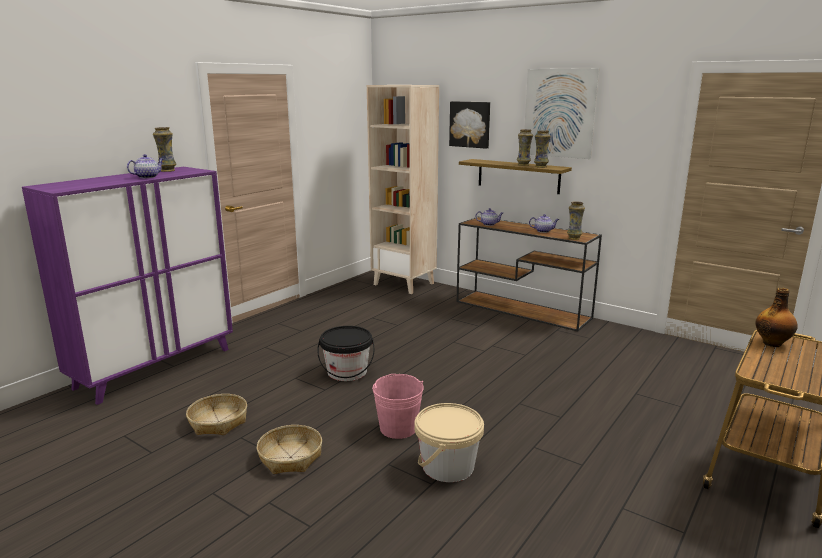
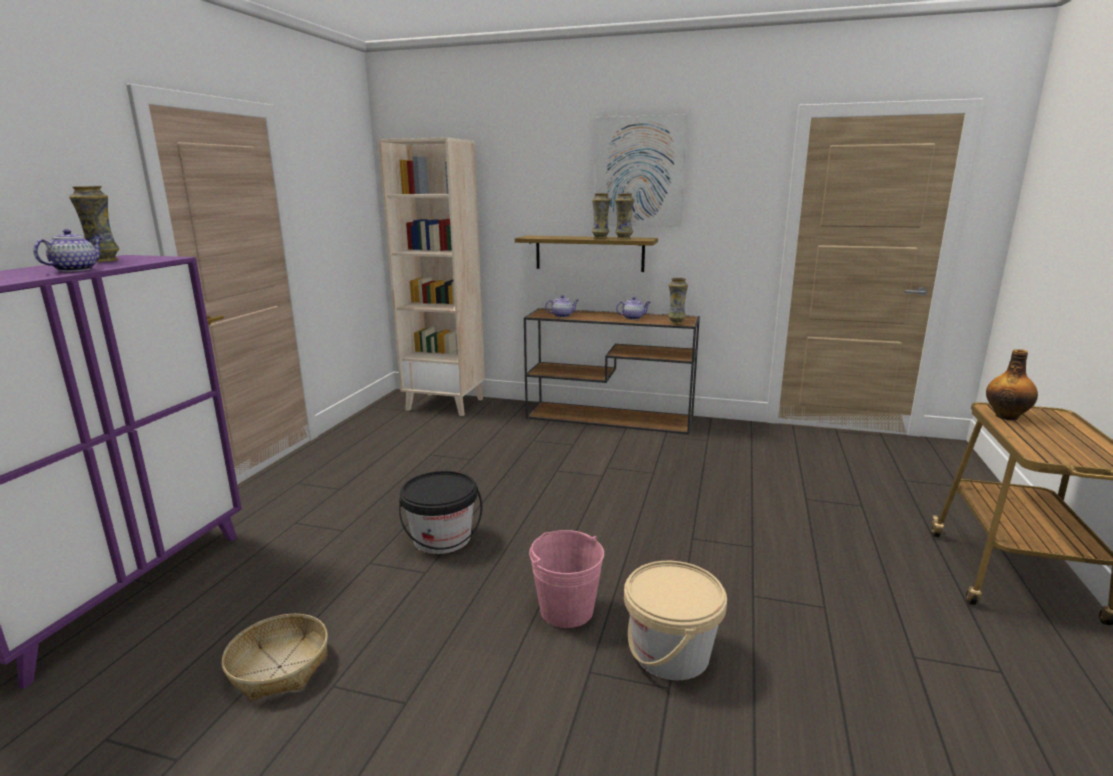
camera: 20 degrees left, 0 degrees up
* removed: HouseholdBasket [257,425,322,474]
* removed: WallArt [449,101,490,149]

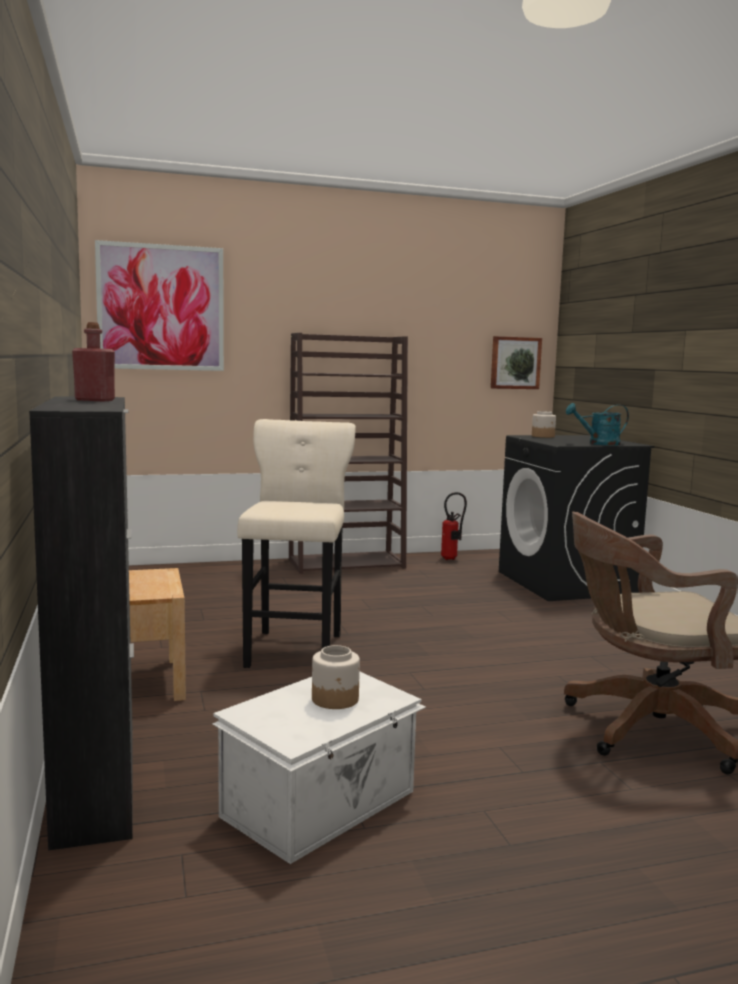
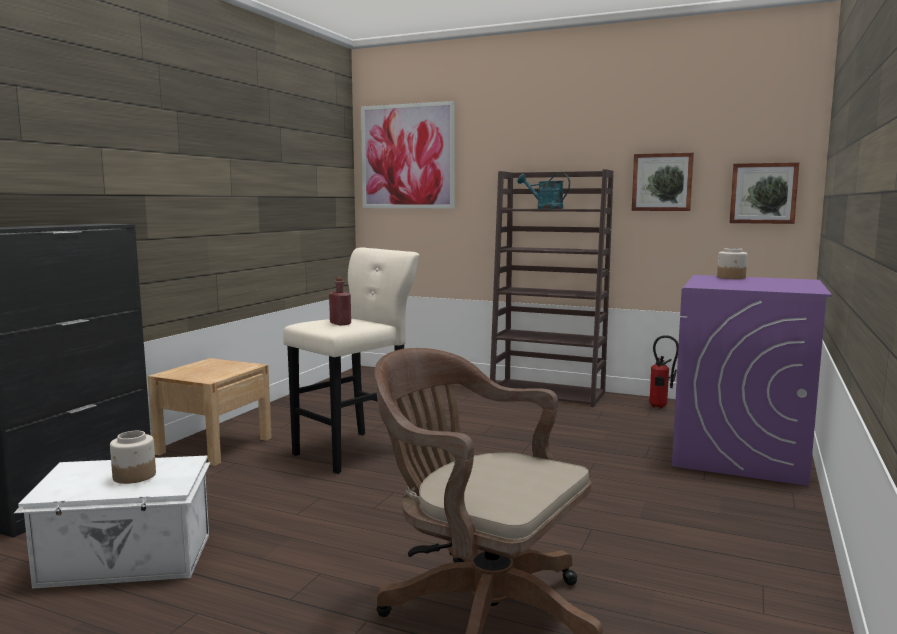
camera: 40 degrees right, 0 degrees up
* moved: RedColouredBottle [72,322,115,401] to [329,277,351,326]
* recoloured: BlackColouredLaundryAppliance [499,435,655,601] to PurpleColouredLaundryAppliance [672,275,832,486]
* moved: TurquoiseWateringPot [566,403,629,446] to [517,173,570,209]
* added: WallArt [632,153,694,211]

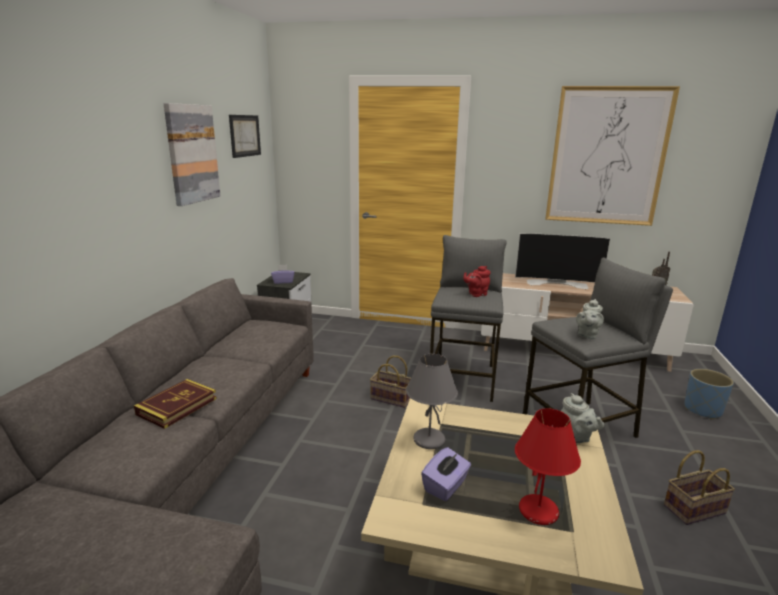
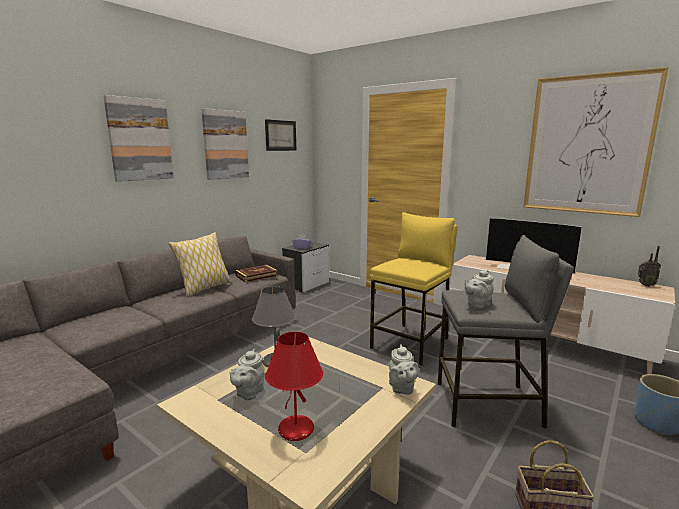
camera: 25 degrees right, 5 degrees down
* moved: BoundBook [134,379,217,429] to [235,265,278,282]
* removed: HouseholdBasket [370,356,411,408]
* replaced: PurpleColouredTissueHolder [421,447,471,501] to GreyPotForTea [229,349,264,400]
* recoloured: GreySittingStool [430,235,507,402] to YellowishSittingStool [370,212,457,366]
* removed: RedColouredPotForTea [463,266,491,297]
* added: WallArt [103,95,174,182]
* added: Pillow [169,232,231,297]

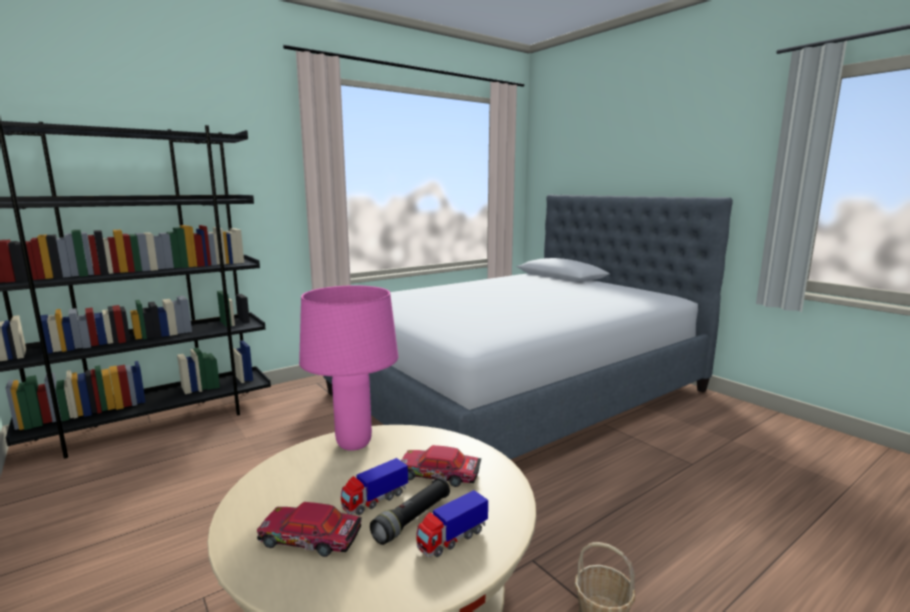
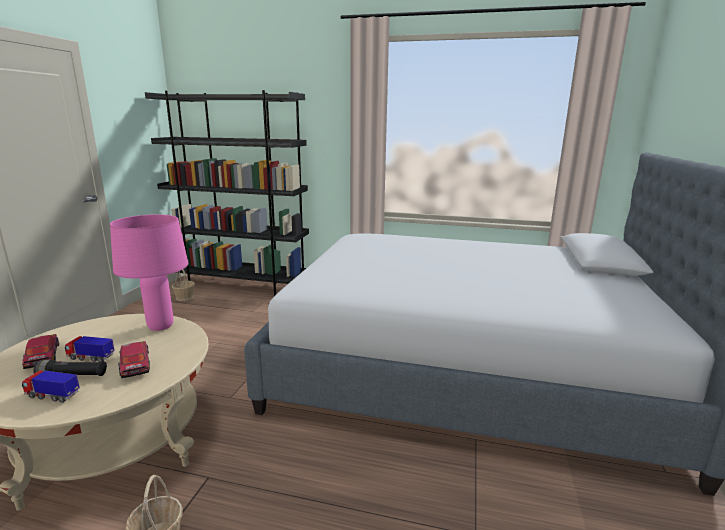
camera: 50 degrees right, 5 degrees up
* added: HouseholdBasket [172,269,195,301]

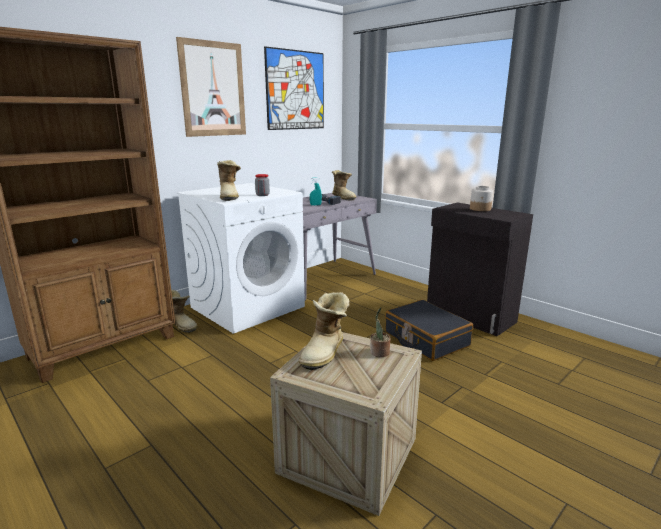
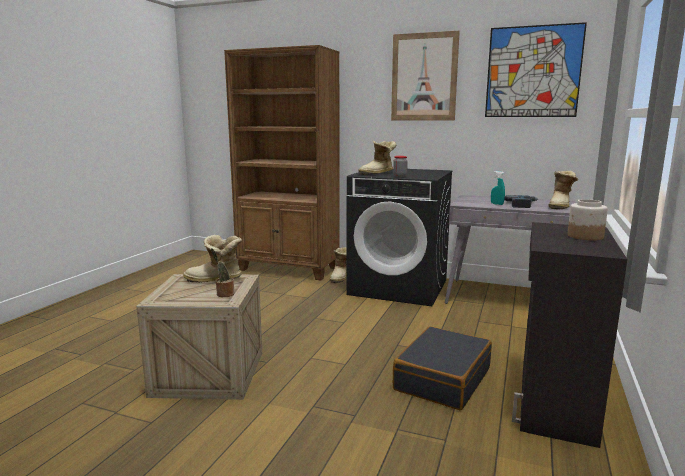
camera: 65 degrees right, 5 degrees down
* recoloured: WhitishLaundryAppliance [177,183,305,334] to BlackColouredLaundryAppliance [346,169,453,306]

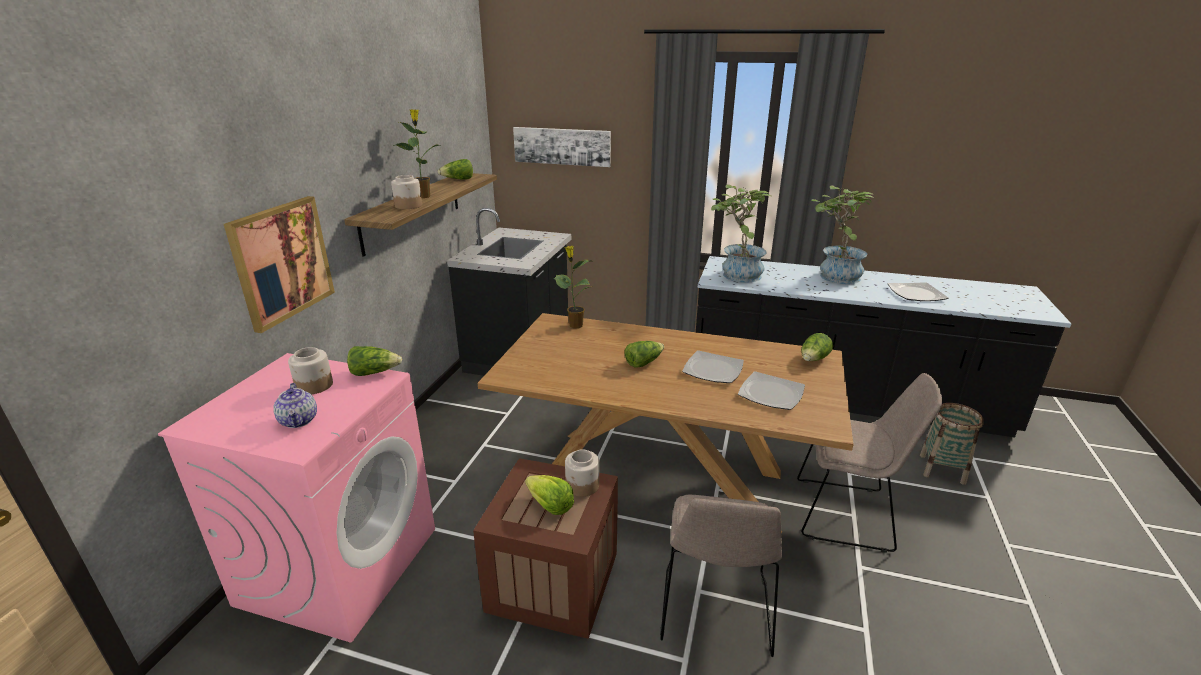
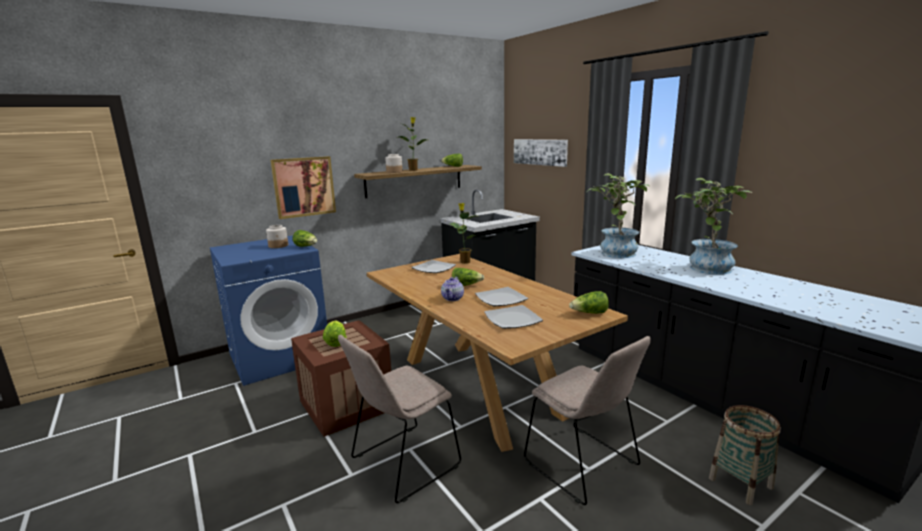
camera: 40 degrees right, 10 degrees down
* recoloured: PinkLaundryAppliance [158,353,435,643] to BluishLaundryAppliance [209,236,327,386]
* moved: PotForTea [273,383,317,428] to [441,277,464,301]
* removed: StorageJar [565,449,599,497]
* moved: FlatDish [887,282,948,301] to [412,260,456,273]

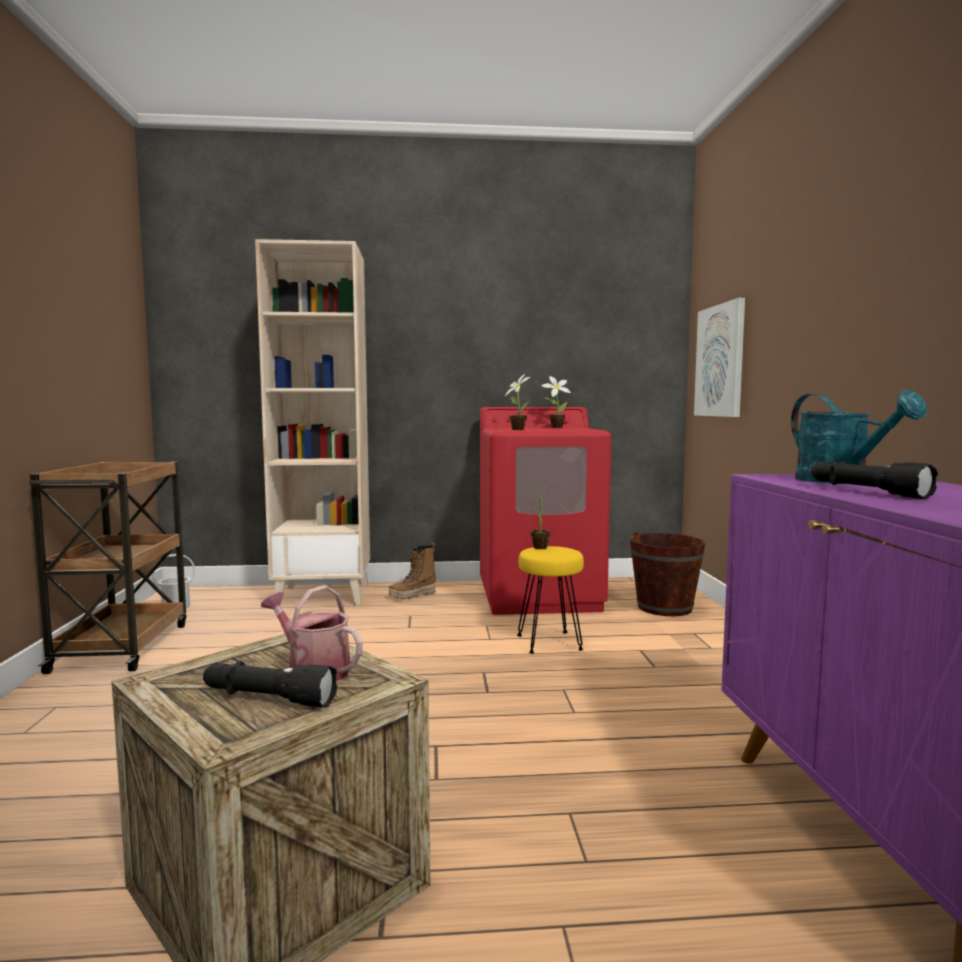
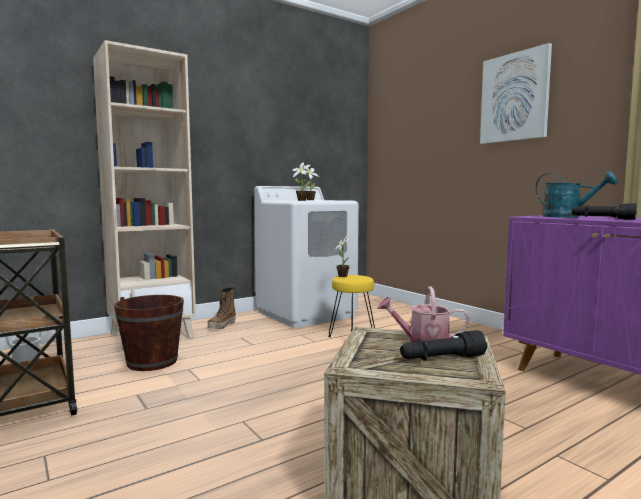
camera: 30 degrees left, 0 degrees up
* recoloured: RedColouredLaundryAppliance [480,407,611,615] to WhitishLaundryAppliance [254,186,359,328]
* moved: BrownishWaterBucket [630,532,706,616] to [114,295,184,371]
* moved: WallArt [694,298,745,417] to [480,43,552,144]

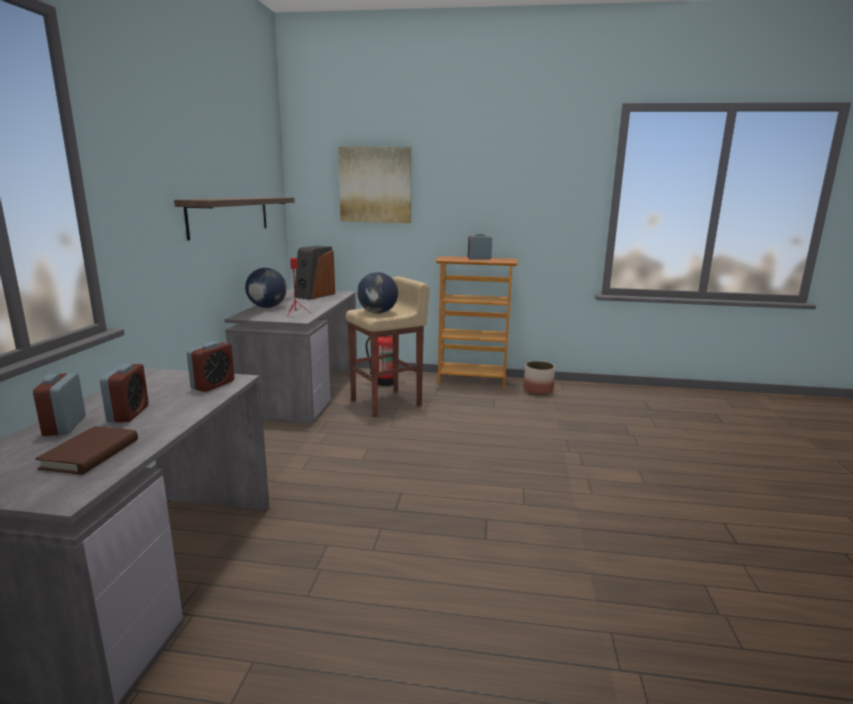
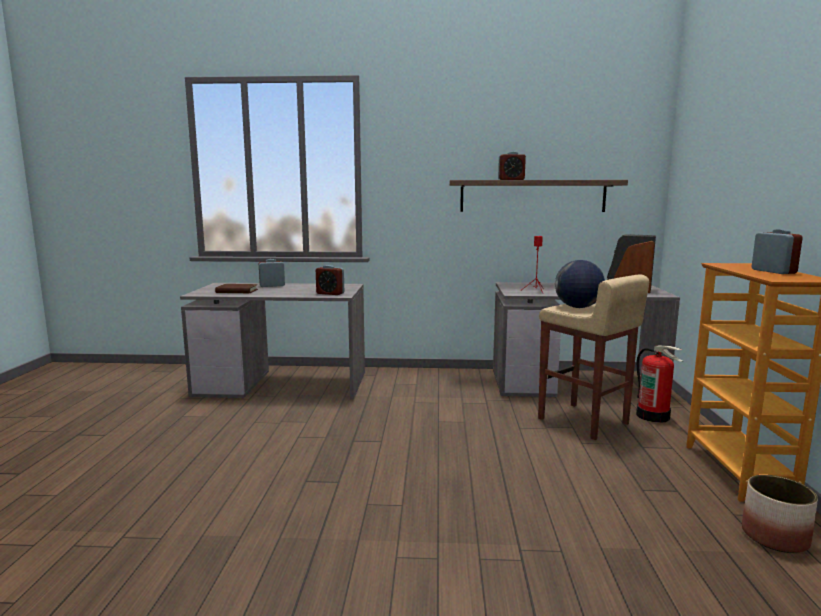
camera: 85 degrees right, 5 degrees down
* moved: TableClock [100,364,149,422] to [498,152,526,180]
* removed: Globe [245,268,287,308]
* removed: WallArt [338,146,411,223]

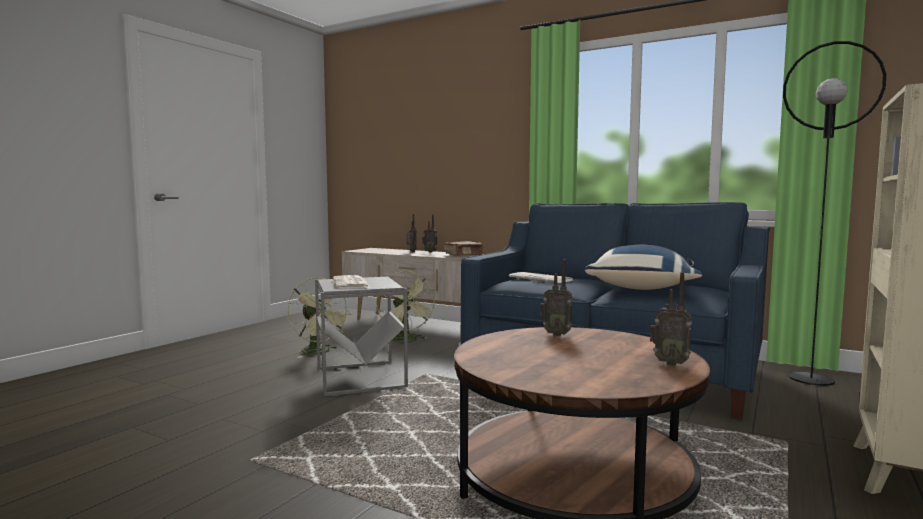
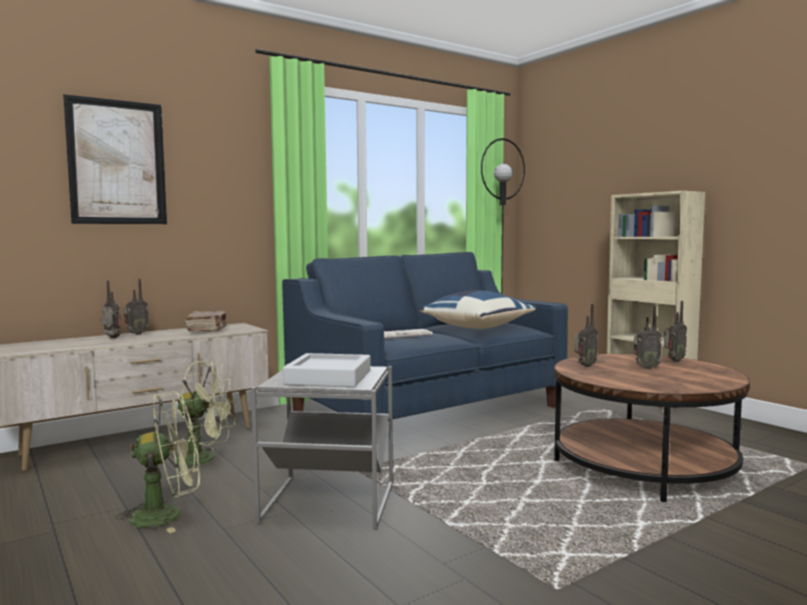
camera: 65 degrees left, 0 degrees up
* replaced: Newspaper [333,275,371,289] to GreyTray [283,353,371,387]
* added: WallArt [63,94,167,224]
* added: RadioSet [633,305,662,369]

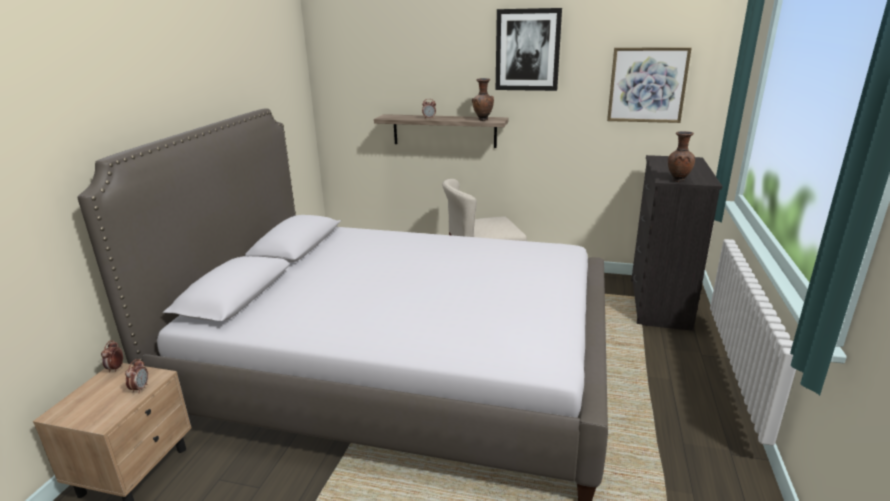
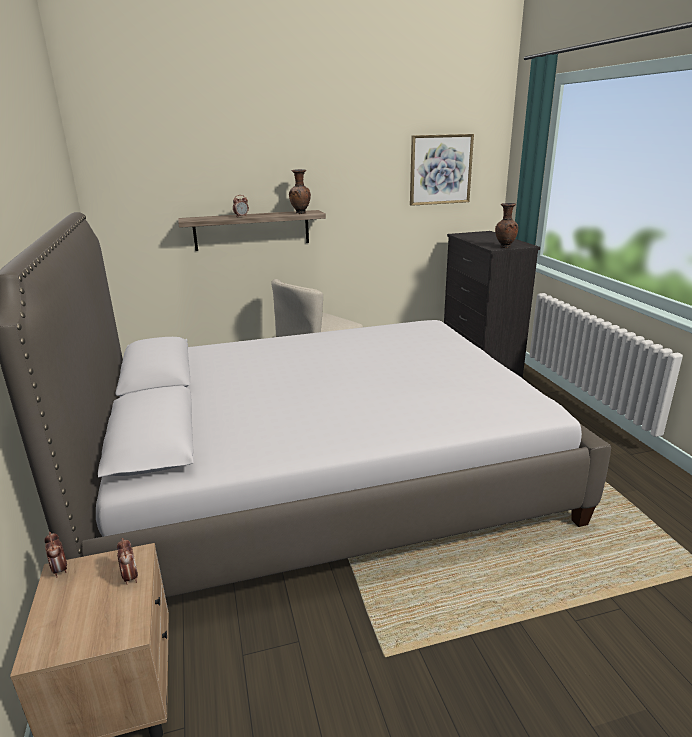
camera: 30 degrees left, 0 degrees up
* removed: WallArt [496,8,562,91]

